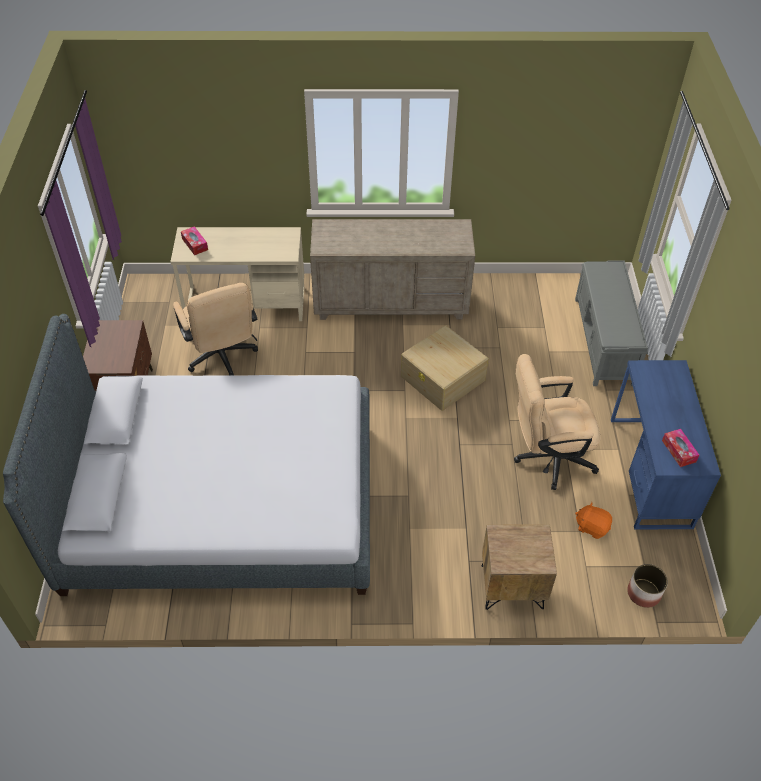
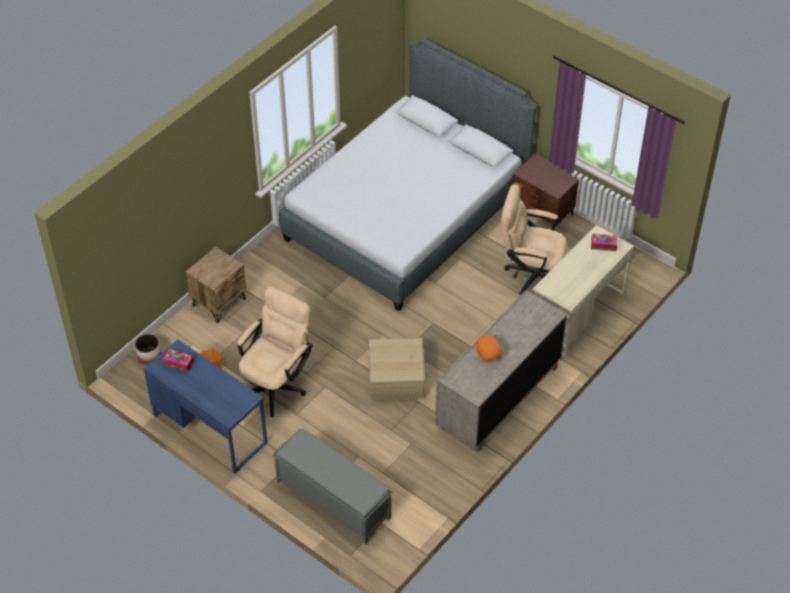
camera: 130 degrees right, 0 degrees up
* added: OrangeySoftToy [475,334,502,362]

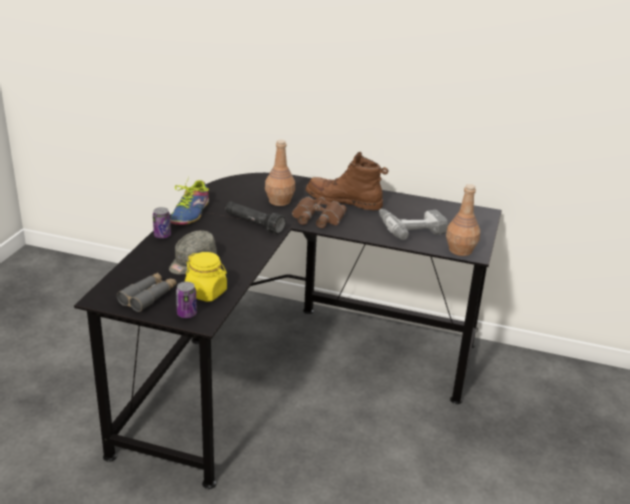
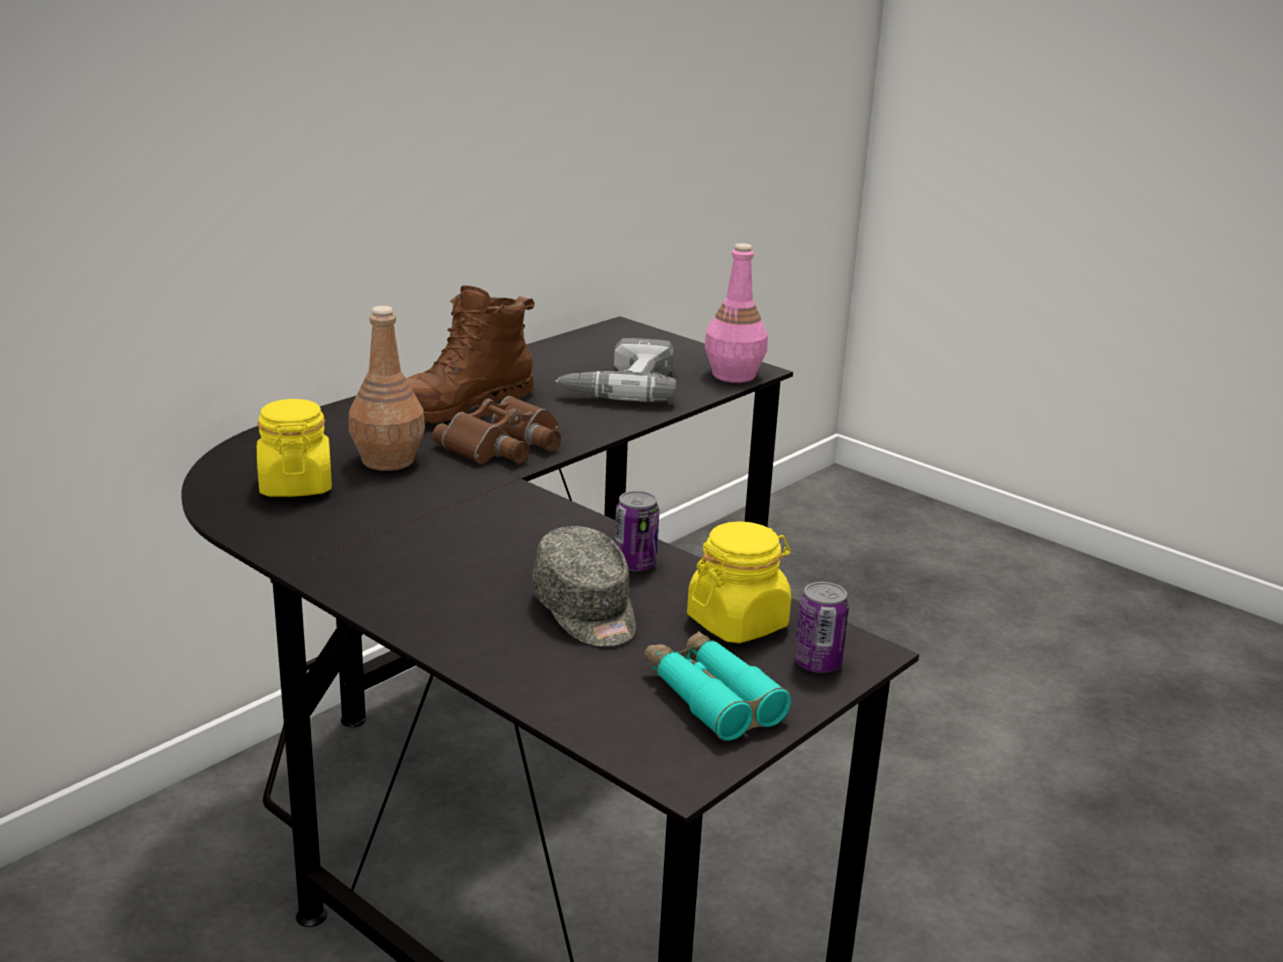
camera: 65 degrees left, 5 degrees down
* recoloured: GreyBinoculars [117,272,177,312] to TurquoiseBinoculars [644,631,791,741]
* moved: MetalCan [153,207,171,239] to [615,491,659,571]
* removed: ItemOfFootwear [170,177,209,225]
* removed: BlackColouredFlashlight [225,201,286,234]
* recoloured: BrownishBottle [446,184,480,256] to PinkBottle [705,243,768,383]
* added: YellowishStorageJar [257,399,332,497]

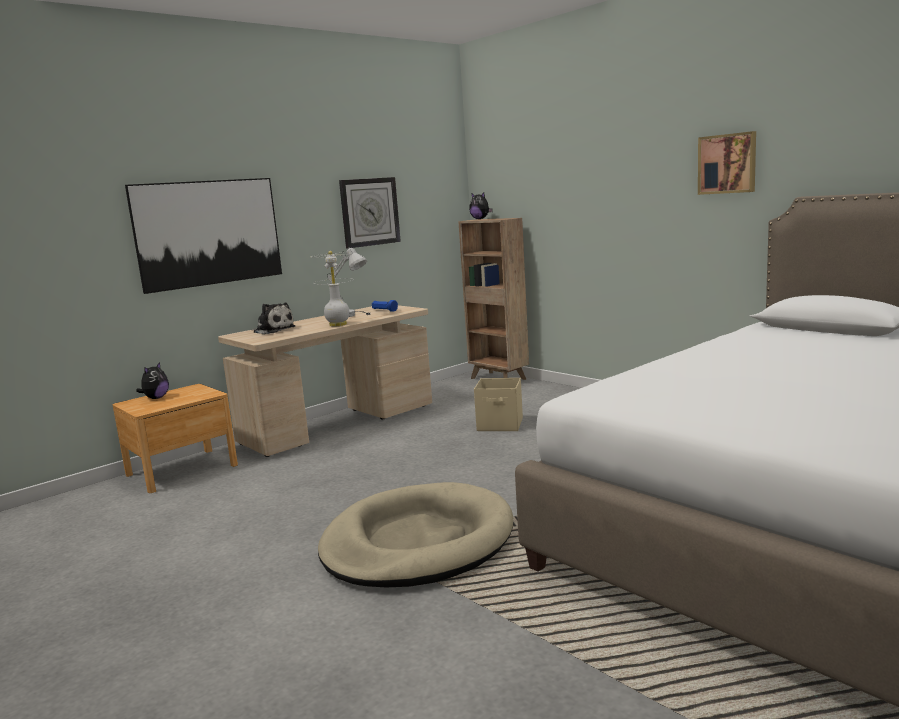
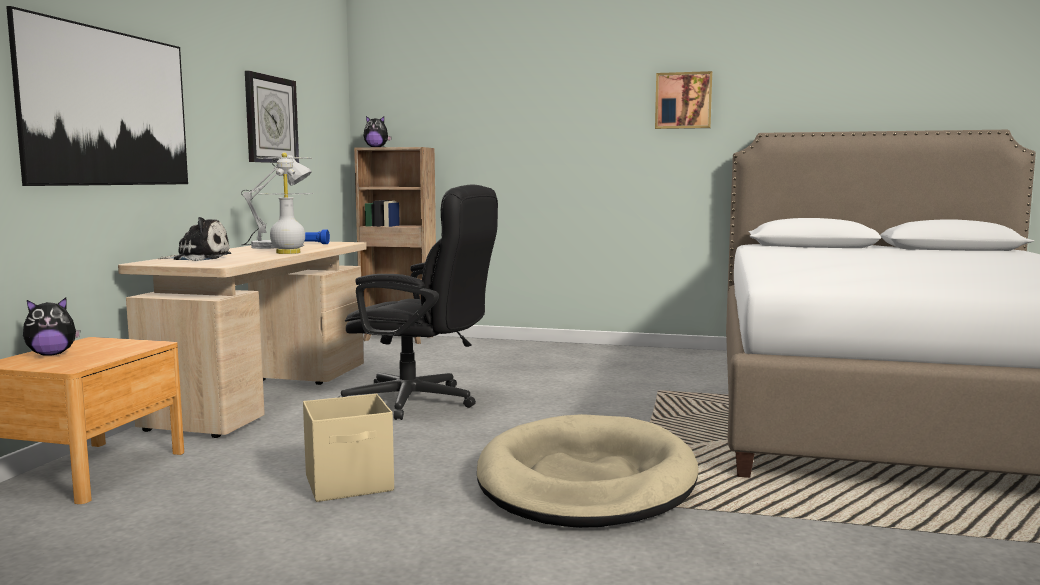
camera: 35 degrees left, 5 degrees down
* turned: SoftToy [136,362,169,399] = [23,298,80,356] 75 degrees clockwise
* moved: BeigeColouredStorageContainer [474,378,523,431] to [303,394,394,502]
* added: BlackColouredOfficeChair [338,185,498,420]

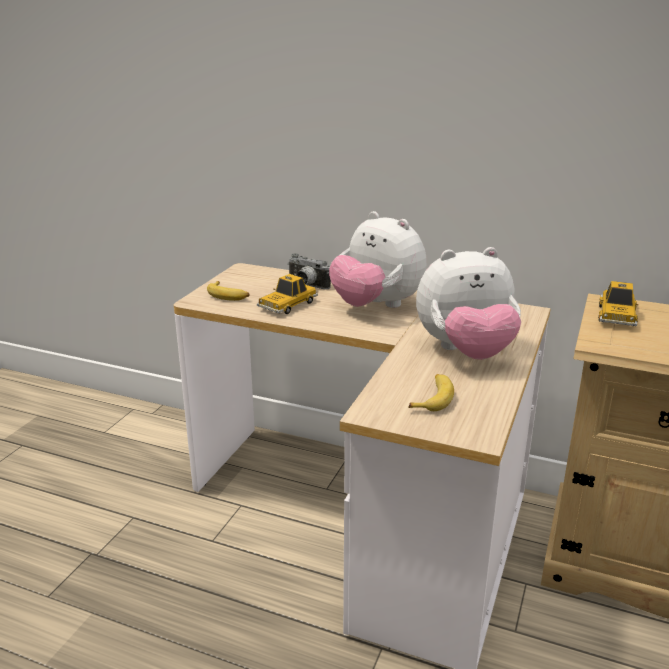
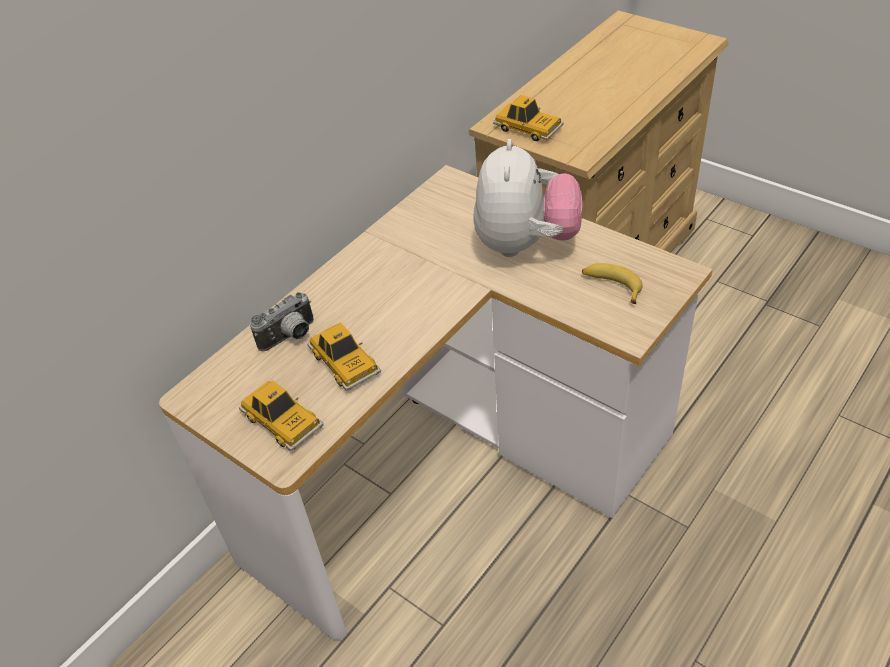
camera: 70 degrees left, 20 degrees up
* replaced: BananaFruit [207,281,250,301] to ModelCar [239,380,324,451]
* removed: SoftToy [329,211,427,308]

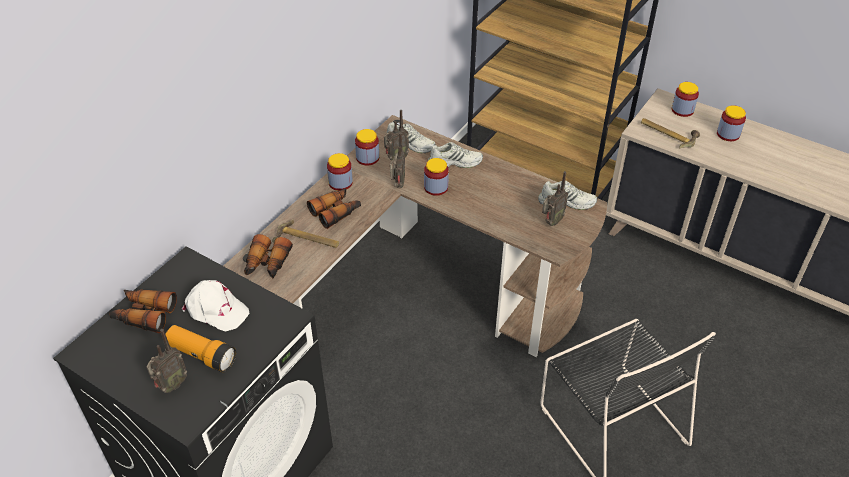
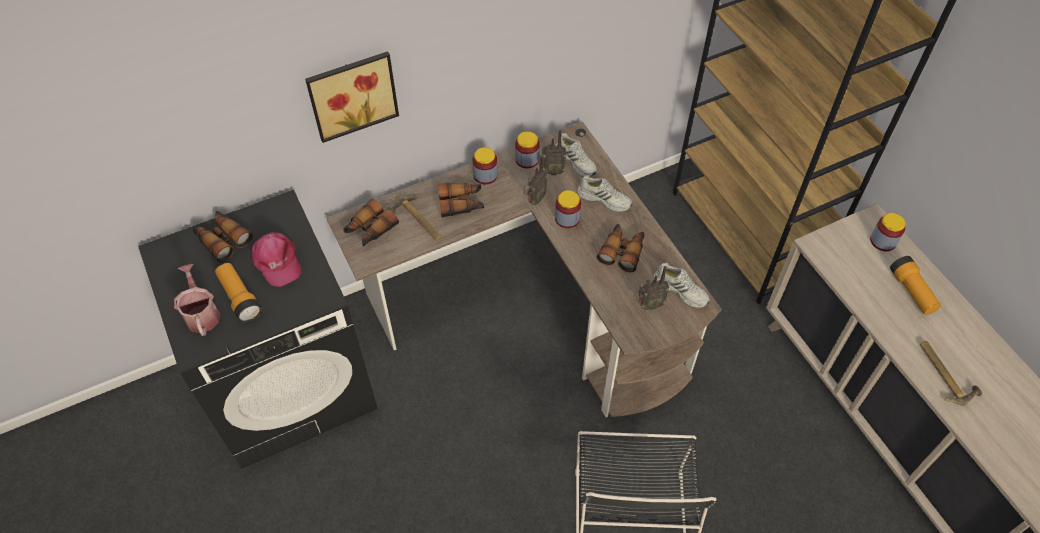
camera: 30 degrees right, 10 degrees up
* replaced: RadioSet [147,329,187,393] to WateringPot [174,264,220,336]
* recoloured: WhitishPeakedCap [182,280,249,331] to PinkPeakedCap [251,232,302,287]
* moved: Hammer [641,118,700,149] to [920,341,982,406]
* replaced: StorageJar [717,105,746,141] to Flashlight [890,256,941,315]
* added: WallArt [305,51,399,143]
* added: Binoculars [597,224,645,272]

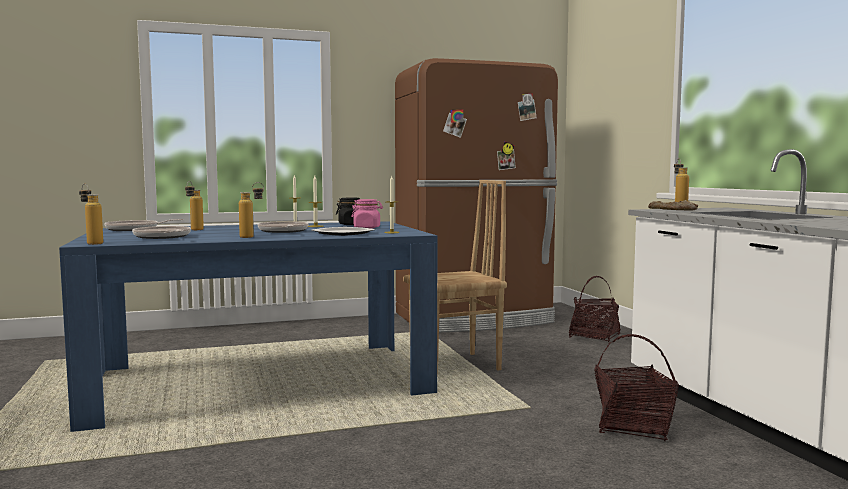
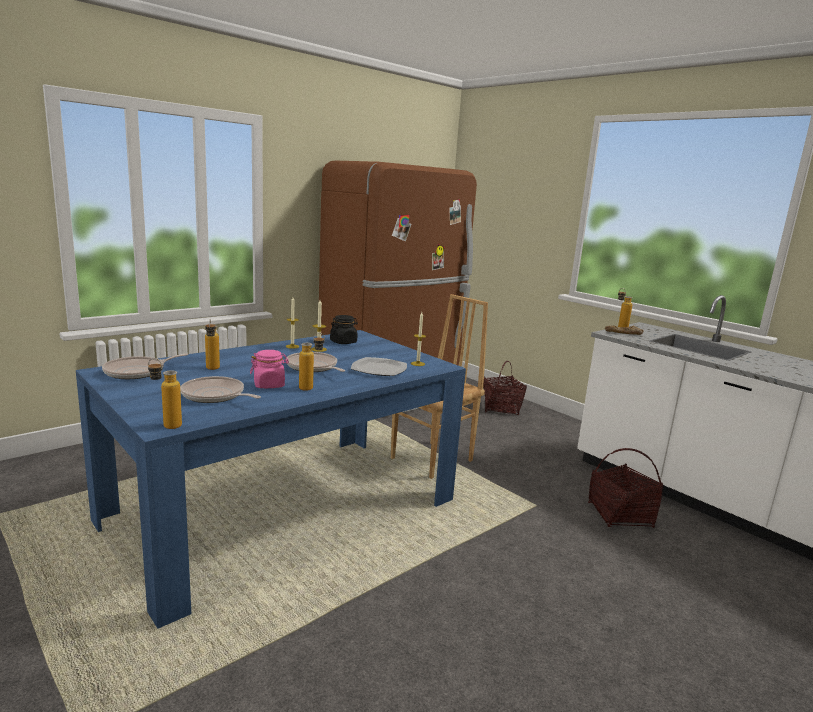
camera: 25 degrees left, 10 degrees up
* moved: PinkStorageJar [351,199,383,229] to [250,350,289,388]

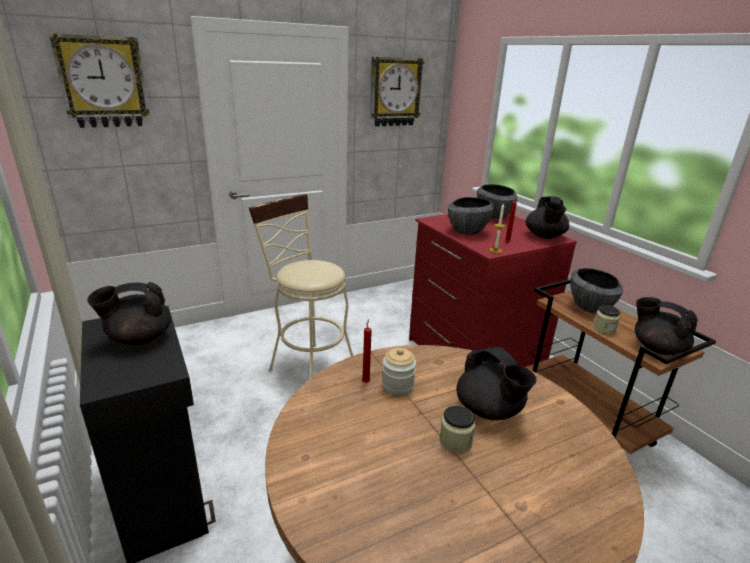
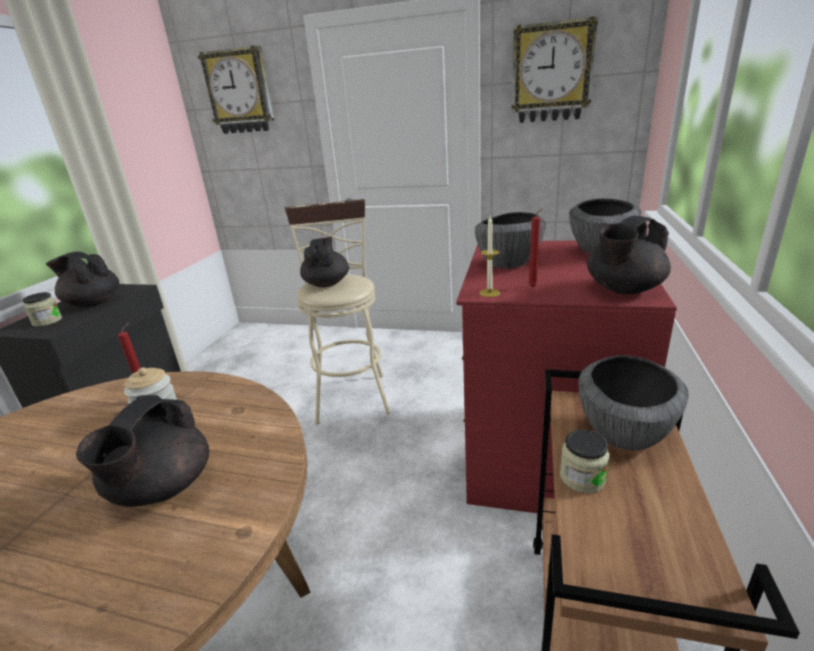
camera: 45 degrees right, 0 degrees up
* moved: StorageJar [439,406,476,454] to [23,292,62,327]
* moved: BlackColouredPotForTea [635,297,698,355] to [300,237,349,287]

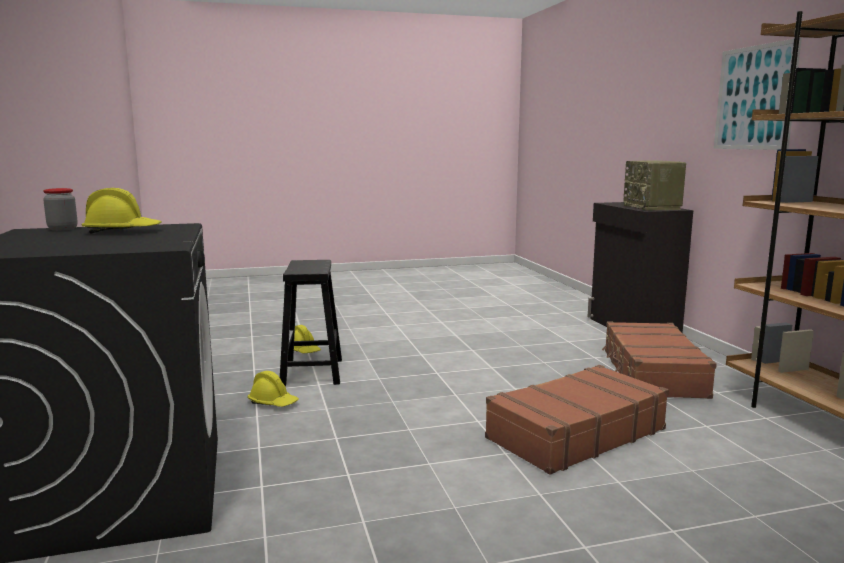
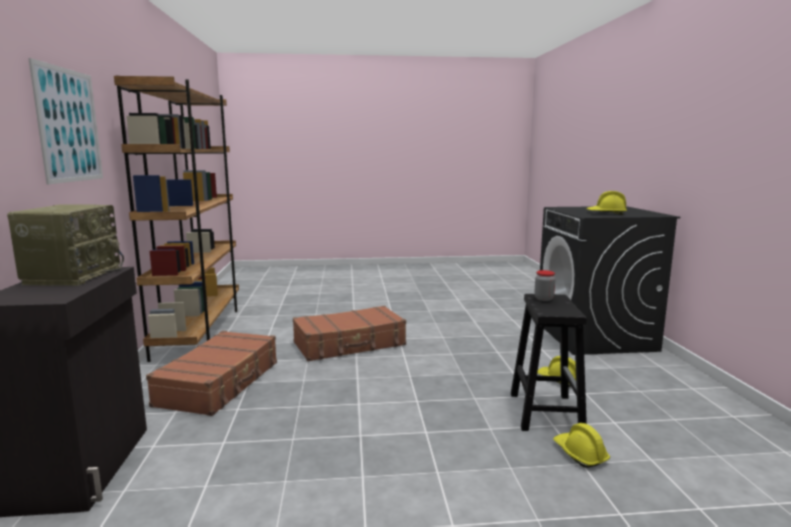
camera: 170 degrees left, 0 degrees up
* moved: StorageJar [43,188,78,231] to [534,270,555,301]

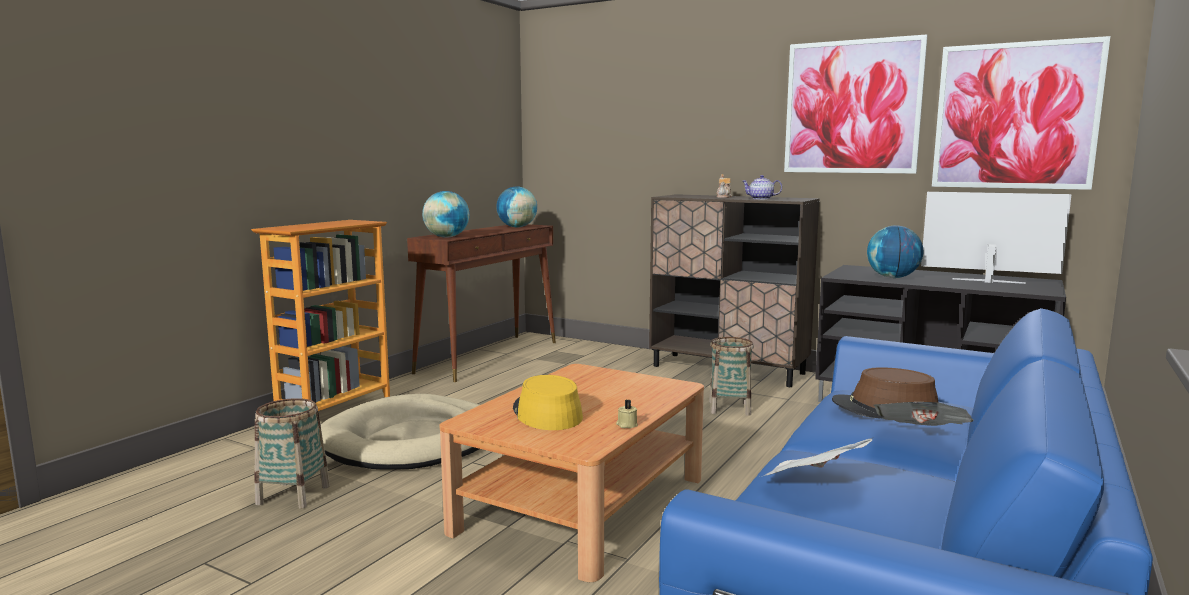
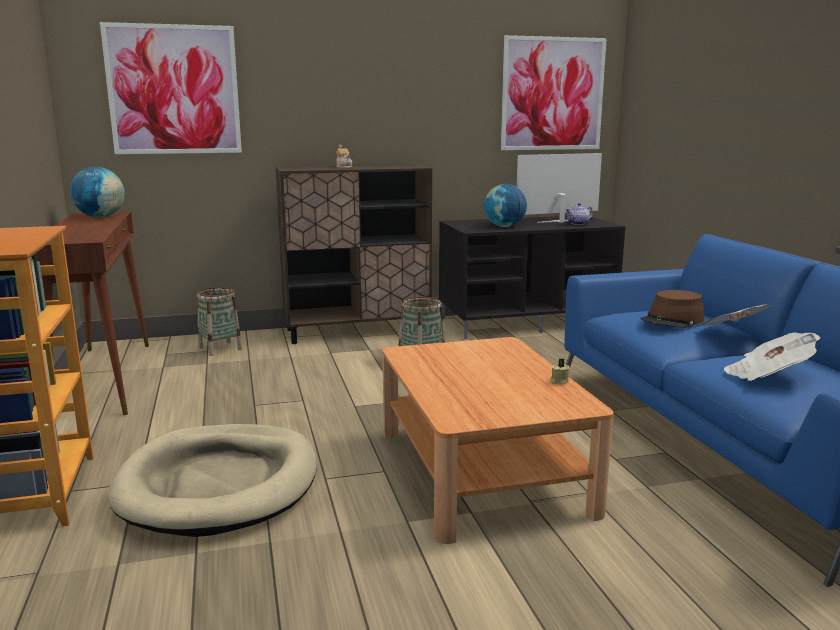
camera: 45 degrees left, 5 degrees up
* moved: HouseholdBasket [255,398,330,509] to [197,287,242,356]
* removed: Globe [422,191,470,238]
* removed: YellowishHat [513,375,583,430]
* moved: PotForTea [742,175,782,199] to [565,203,593,225]
* moved: WallArt [784,34,928,174] to [100,22,242,154]

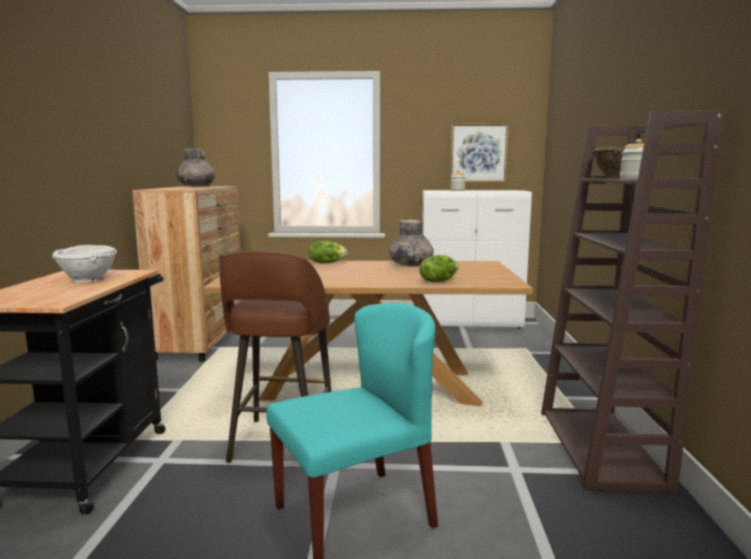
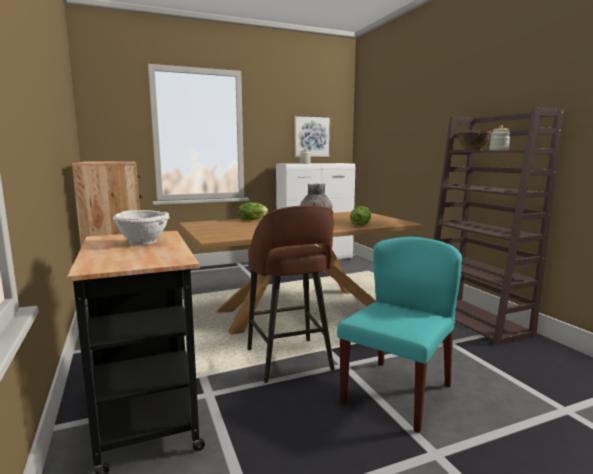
camera: 25 degrees left, 0 degrees up
* removed: GreyDecorativeVase [176,149,215,187]

